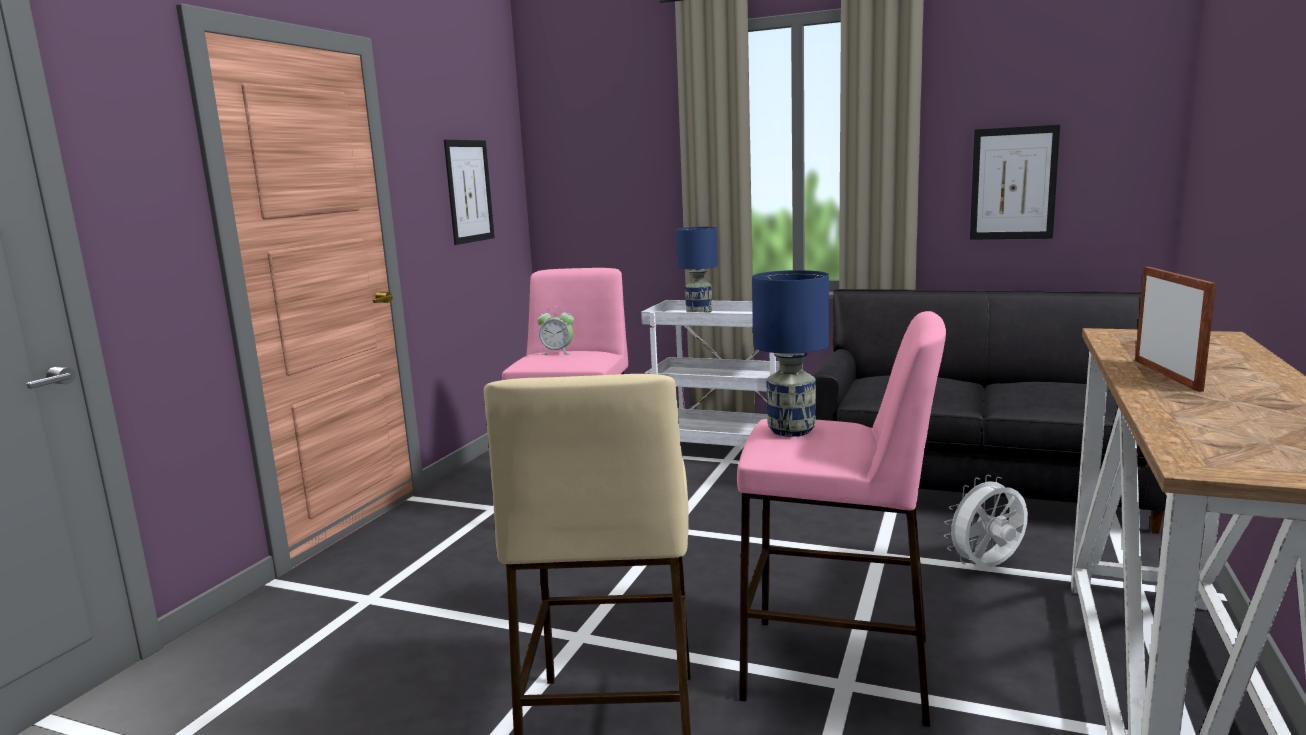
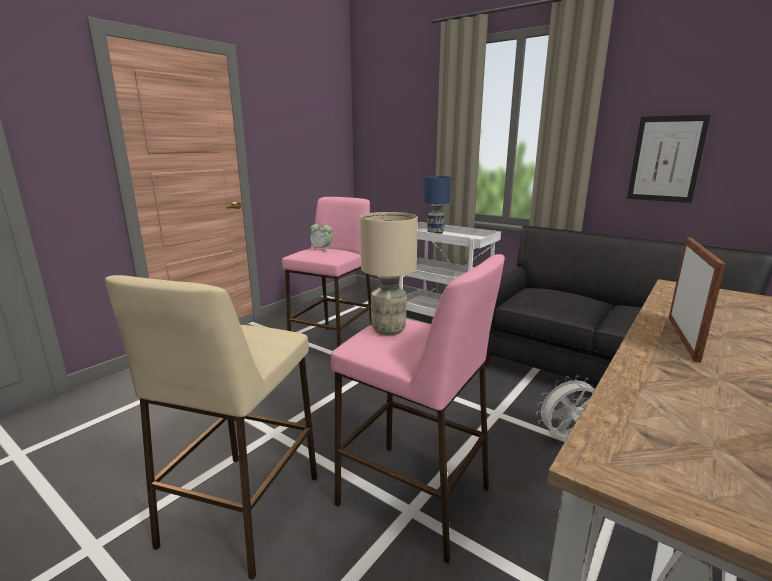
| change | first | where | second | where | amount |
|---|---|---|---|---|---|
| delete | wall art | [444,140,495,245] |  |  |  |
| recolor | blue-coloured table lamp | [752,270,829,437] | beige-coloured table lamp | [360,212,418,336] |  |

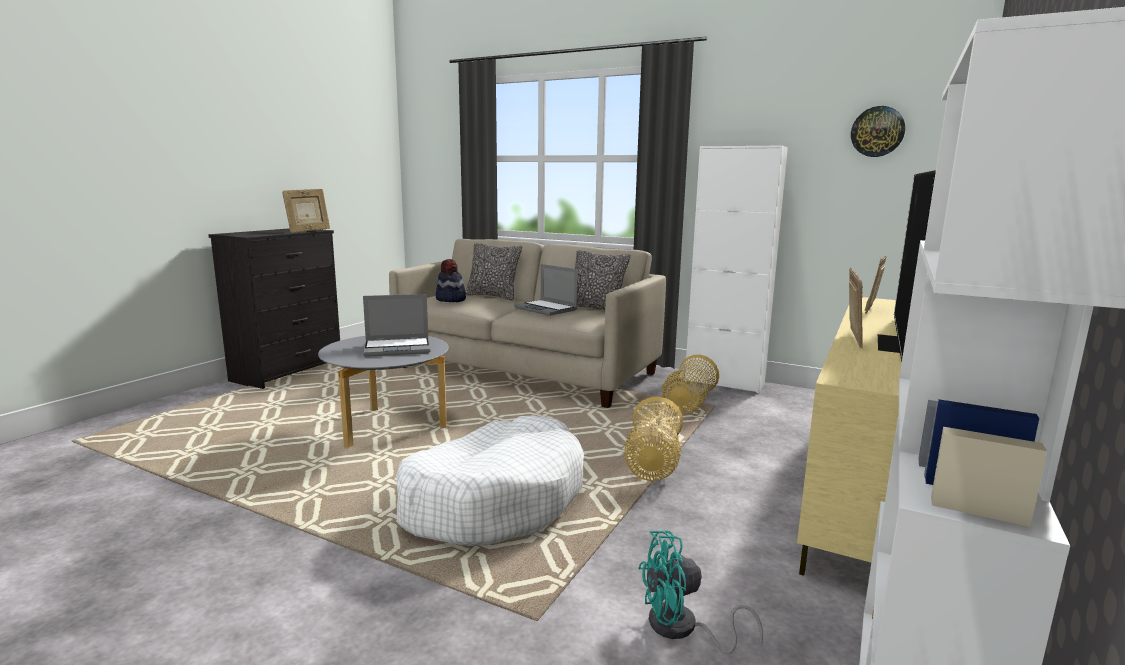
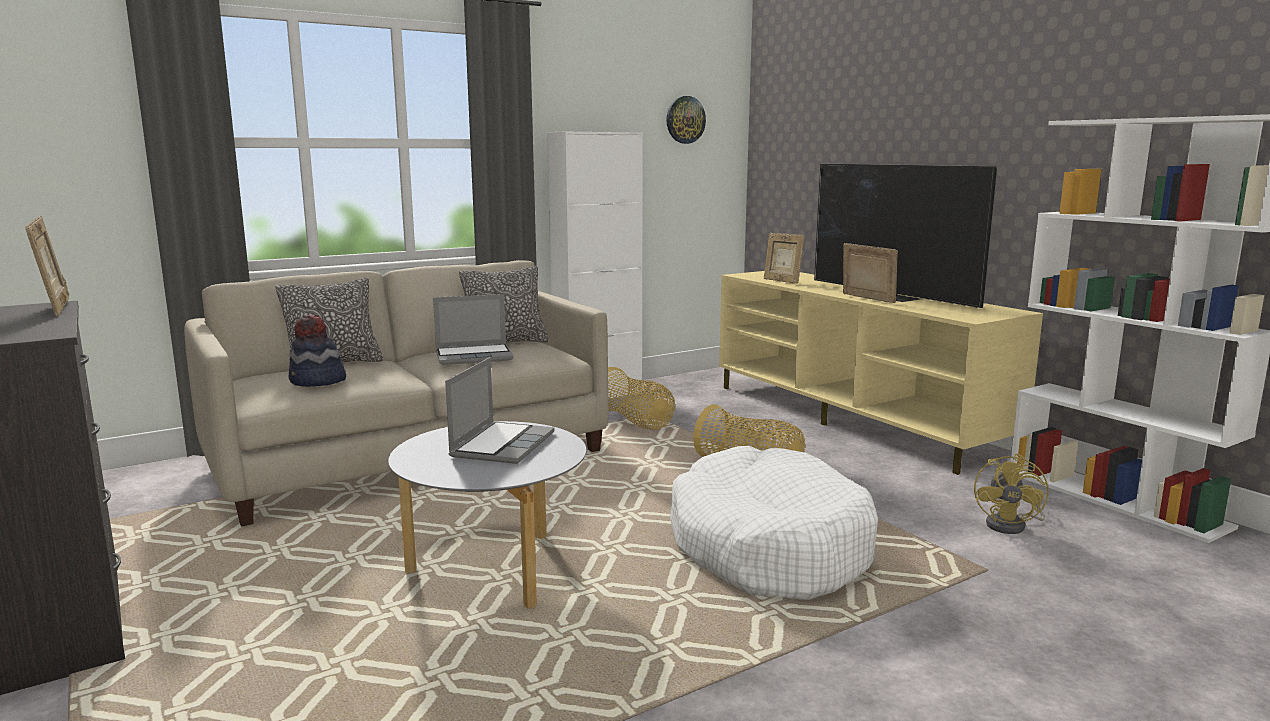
| change | first | where | second | where | amount |
|---|---|---|---|---|---|
| recolor | blue-green electric fan | [638,531,763,654] | yellow-coloured electric fan | [974,454,1049,534] |  |

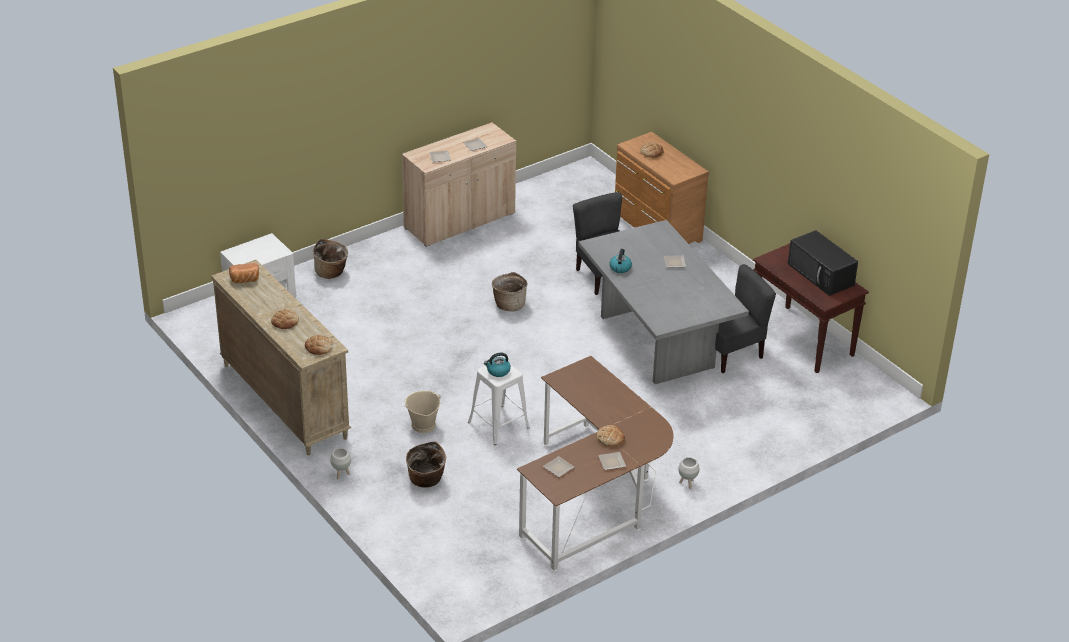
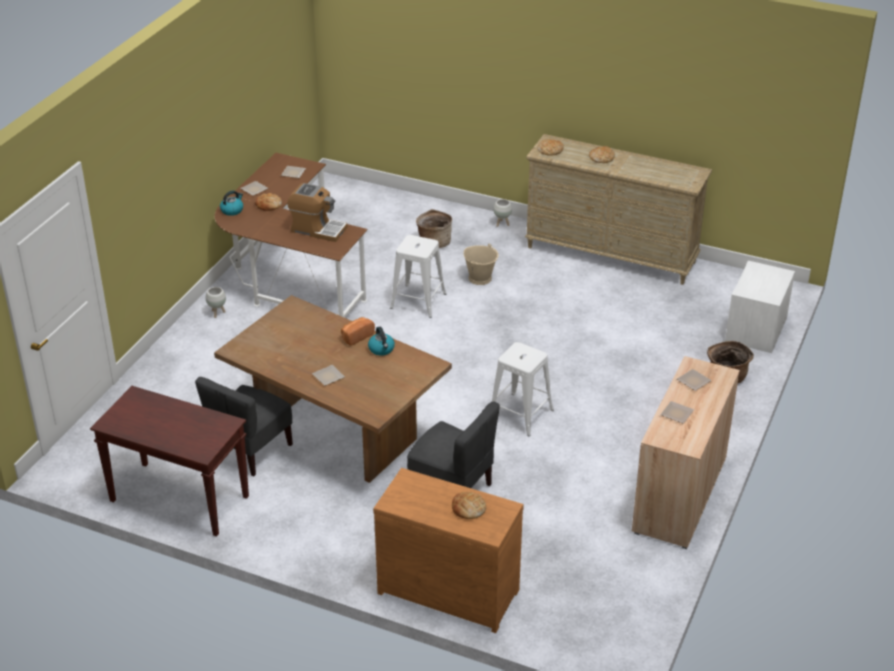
| change | first | where | second | where | amount |
|---|---|---|---|---|---|
| move | baked bread | [229,263,259,283] |  | [341,317,375,346] |  |
| move | water kettle | [484,353,511,377] |  | [220,190,243,216] |  |
| replace | basket | [492,272,528,311] | whitish sitting stool | [492,342,554,436] |  |
| recolor | gray dinner table | [578,220,749,384] | brownish dinner table | [214,295,452,483] |  |
| delete | blackish kitchen microwave | [788,230,858,296] |  |  |  |
| insert |  |  | coffee brewer | [287,183,347,242] |  |

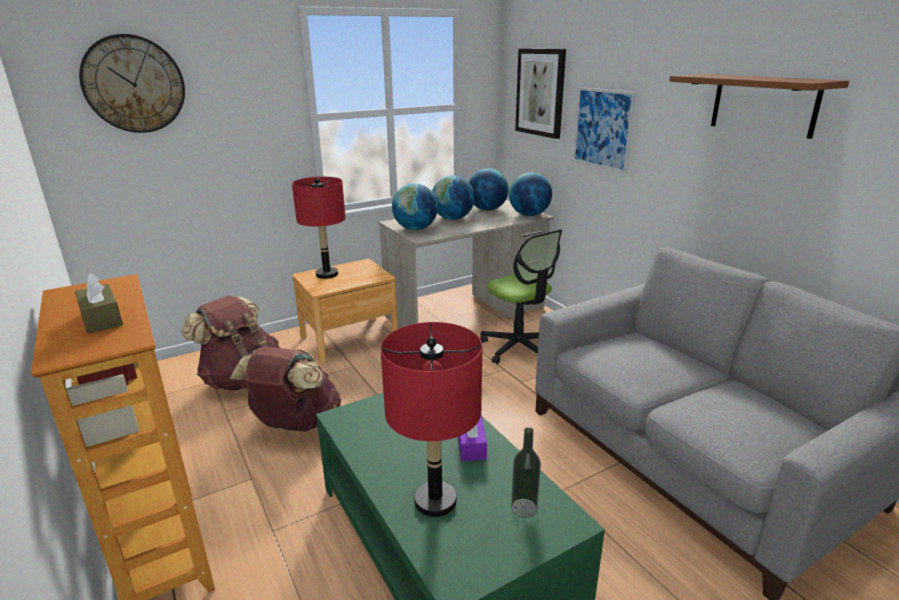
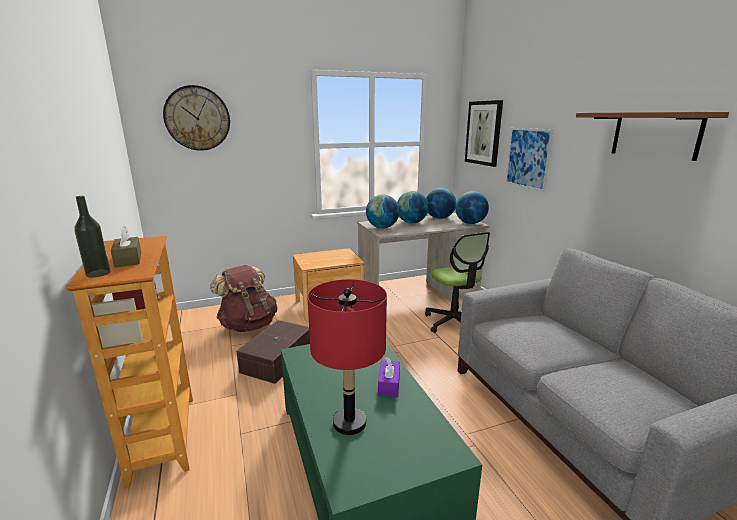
| change | first | where | second | where | amount |
|---|---|---|---|---|---|
| replace | brownish rucksack | [230,347,341,432] | brownish storage container | [236,320,310,384] |  |
| delete | red table lamp | [292,177,346,279] |  |  |  |
| move | beverage bottle | [511,427,541,518] |  | [74,196,111,277] |  |

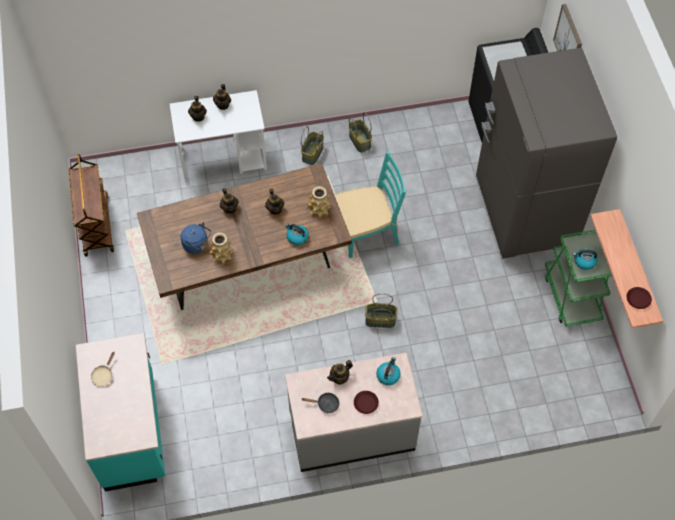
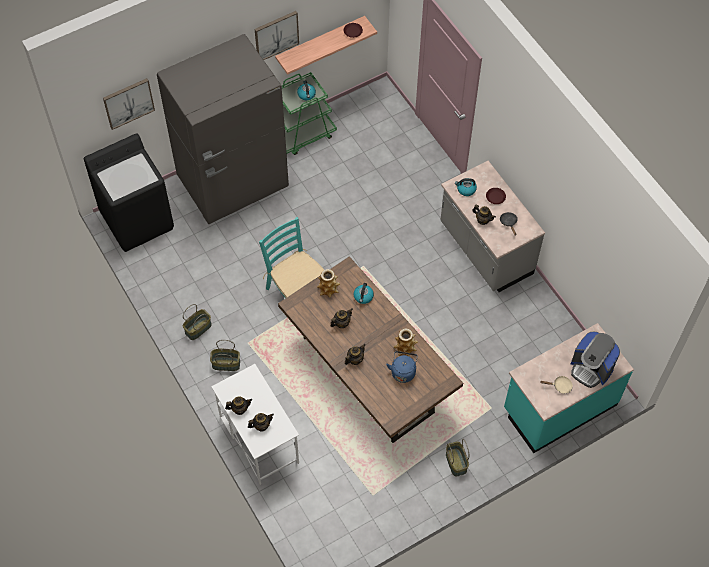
| change | first | where | second | where | amount |
|---|---|---|---|---|---|
| delete | brownish wheeled cart | [68,154,114,257] |  |  |  |
| move | basket | [365,293,397,328] |  | [446,439,469,477] |  |
| insert |  |  | wall art | [255,11,299,60] |  |
| insert |  |  | coffee brewer | [571,332,620,388] |  |

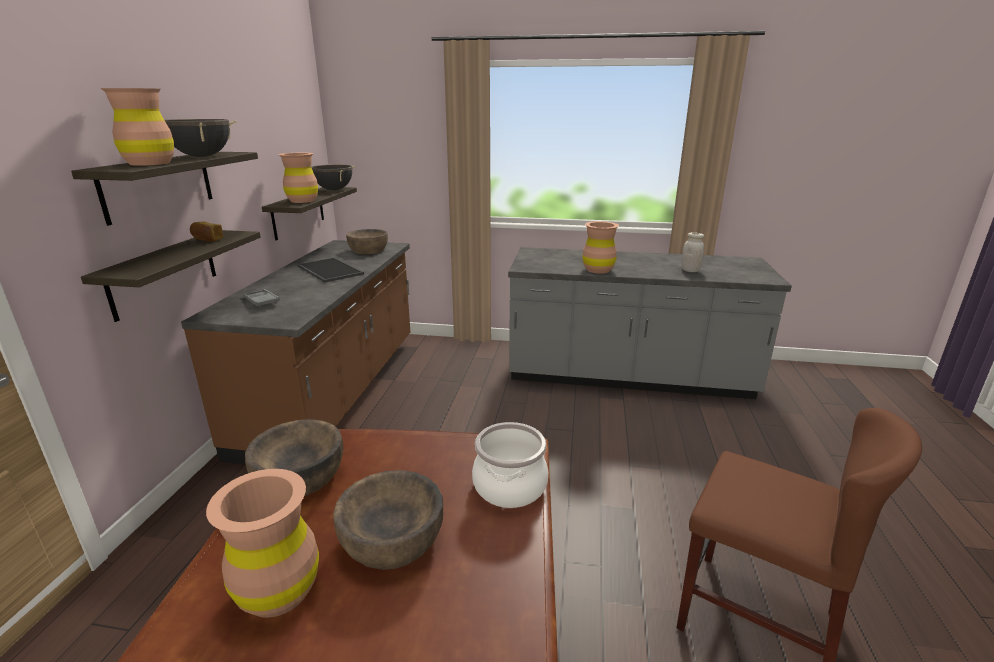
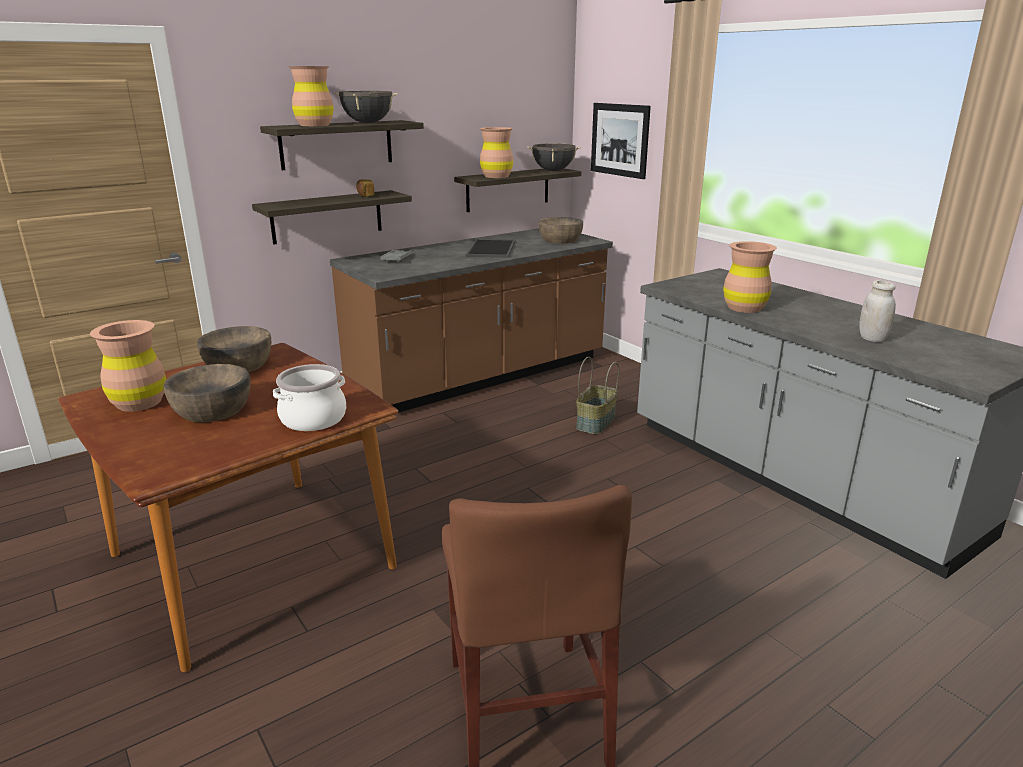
| change | first | where | second | where | amount |
|---|---|---|---|---|---|
| insert |  |  | basket | [576,357,619,434] |  |
| insert |  |  | wall art | [591,103,651,179] |  |

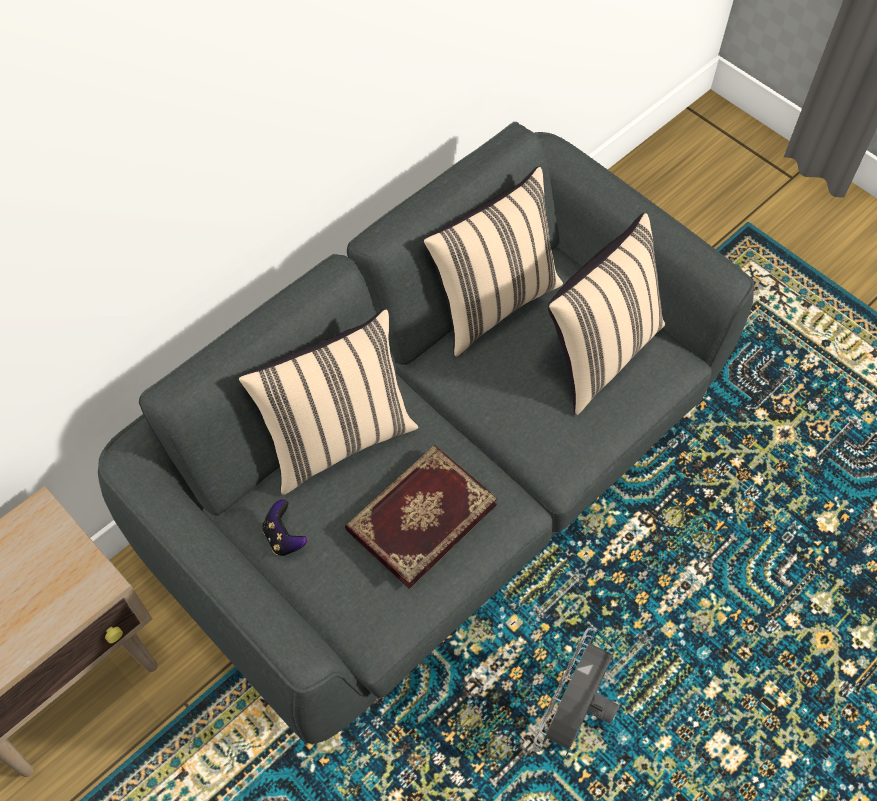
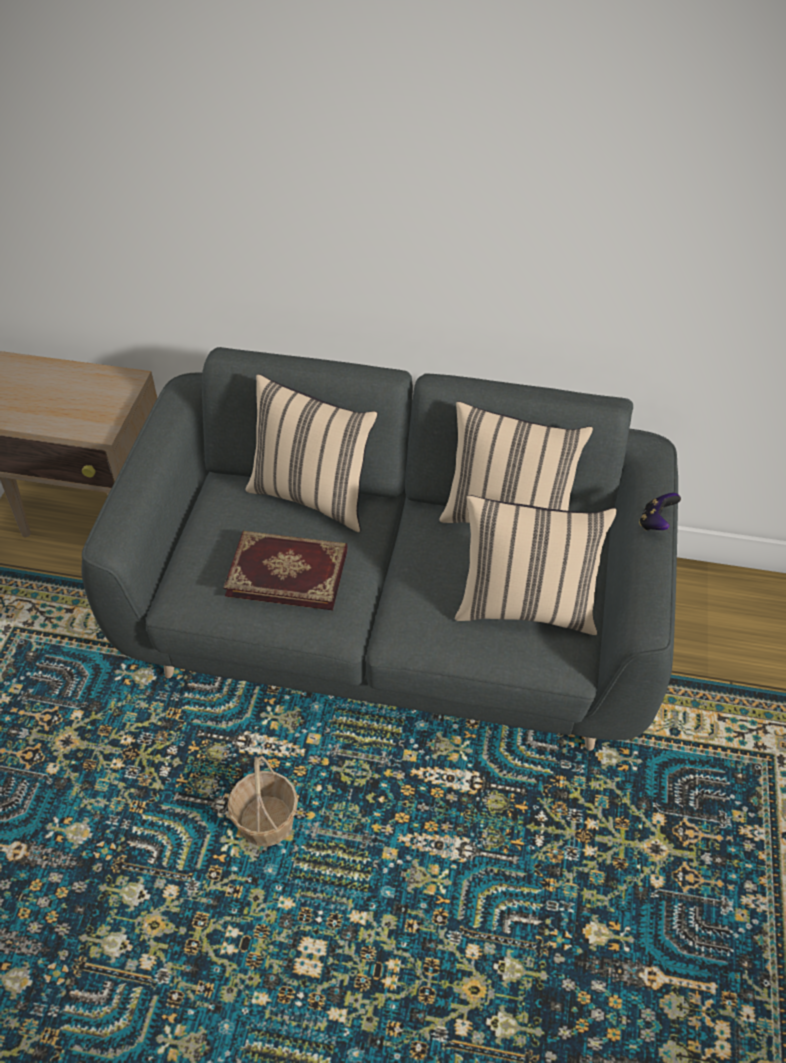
| change | first | where | second | where | amount |
|---|---|---|---|---|---|
| move | game controller | [262,500,307,556] |  | [639,493,681,531] |  |
| replace | gray electric fan | [532,628,619,756] | basket | [228,756,298,847] |  |

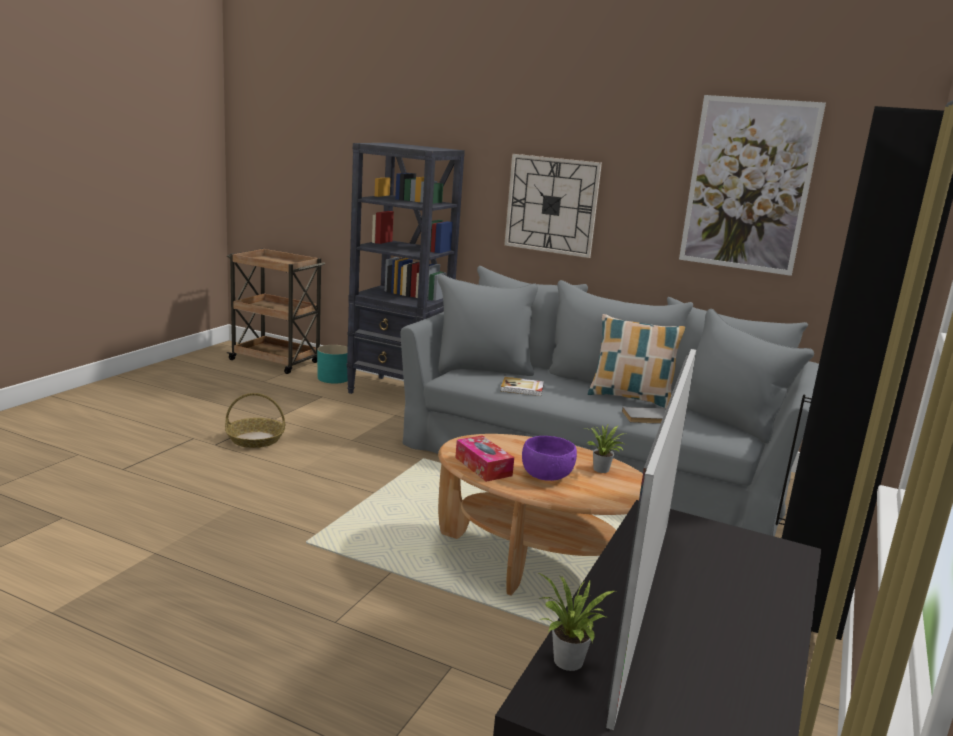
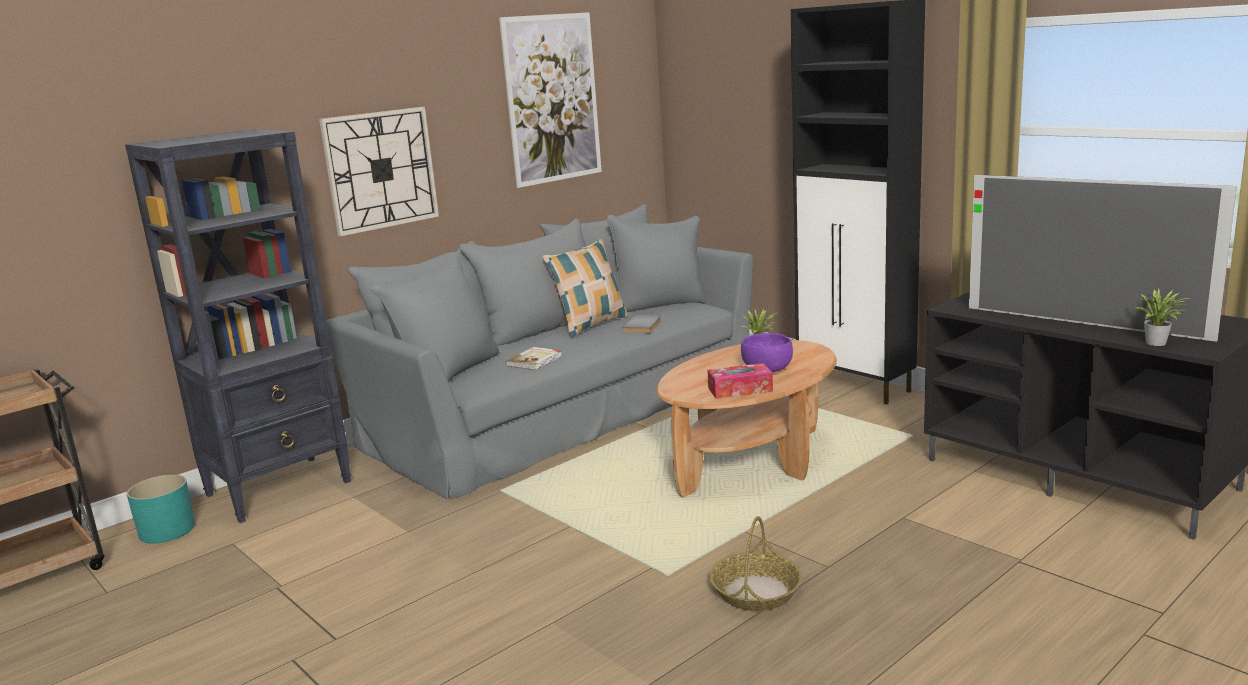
| change | first | where | second | where | amount |
|---|---|---|---|---|---|
| move | basket | [225,393,285,448] |  | [709,516,803,611] |  |

